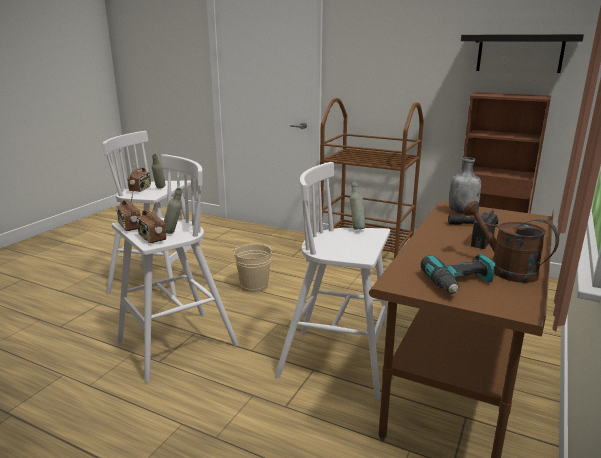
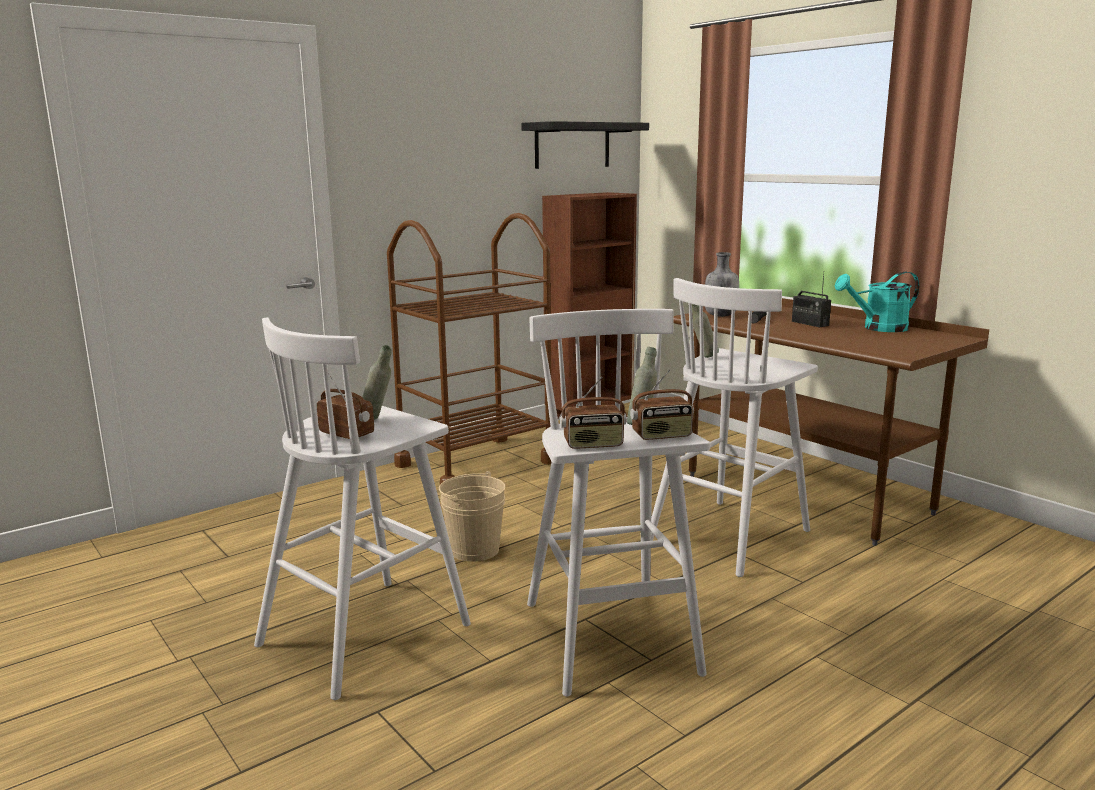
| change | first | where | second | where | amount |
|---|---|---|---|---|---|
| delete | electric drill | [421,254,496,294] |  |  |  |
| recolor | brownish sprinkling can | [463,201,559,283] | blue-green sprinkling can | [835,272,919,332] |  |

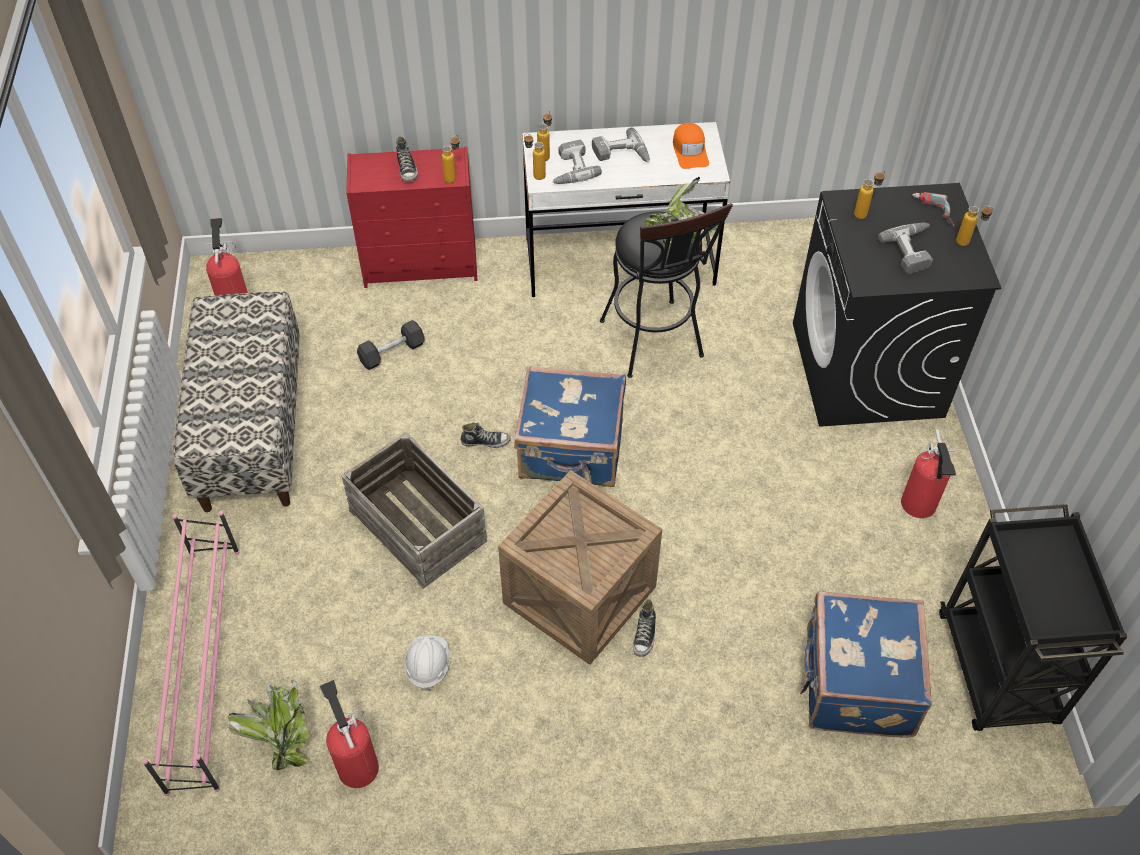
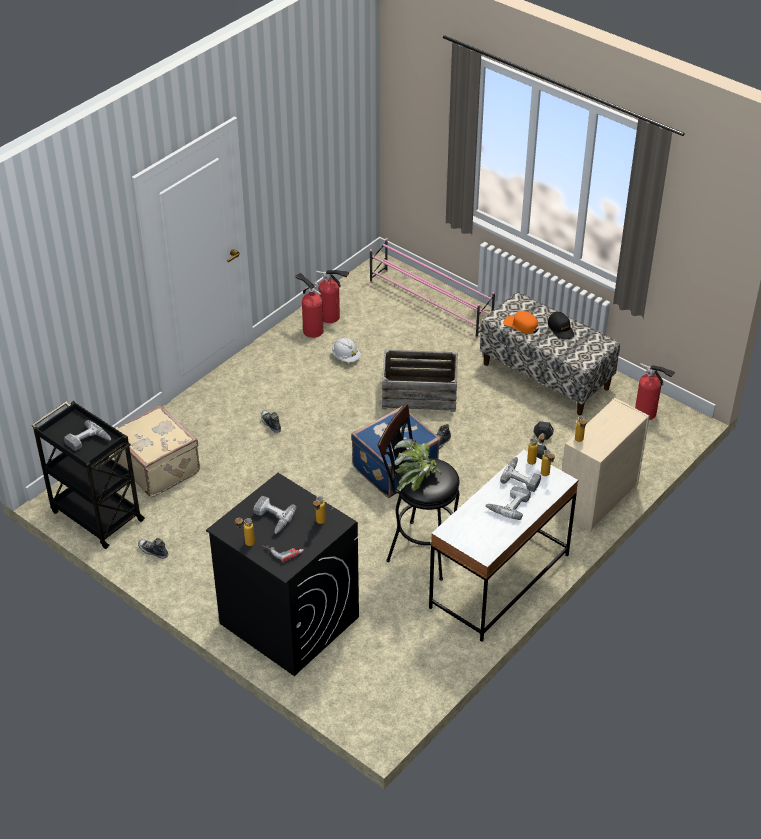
| change | first | where | second | where | amount |
|---|---|---|---|---|---|
| delete | houseplant | [227,680,310,771] |  |  |  |
| recolor | red chest of drawers | [346,147,477,288] | beige-coloured chest of drawers | [558,398,650,531] |  |
| move | item of footwear | [396,136,418,182] |  | [138,538,168,559] |  |
| delete | packing crate | [498,470,662,665] |  |  |  |
| move | orangey peaked cap | [673,123,709,169] |  | [503,311,538,334] |  |
| recolor | blue-coloured suitcase | [800,591,932,738] | beige-coloured suitcase | [114,405,200,497] |  |
| move | fire extinguisher | [901,429,956,518] |  | [295,273,324,338] |  |
| insert |  |  | electric drill | [64,420,111,451] |  |
| insert |  |  | blackish peaked cap | [548,312,574,339] |  |

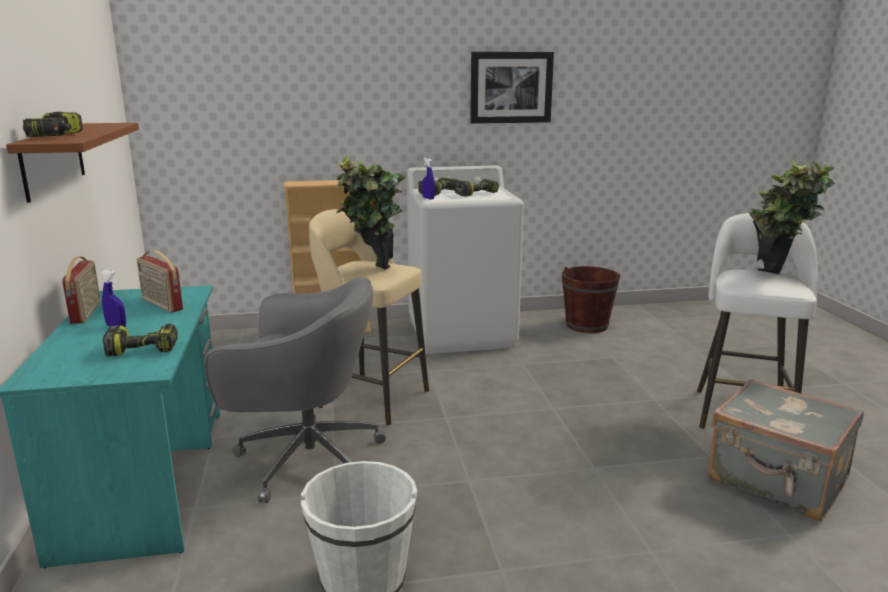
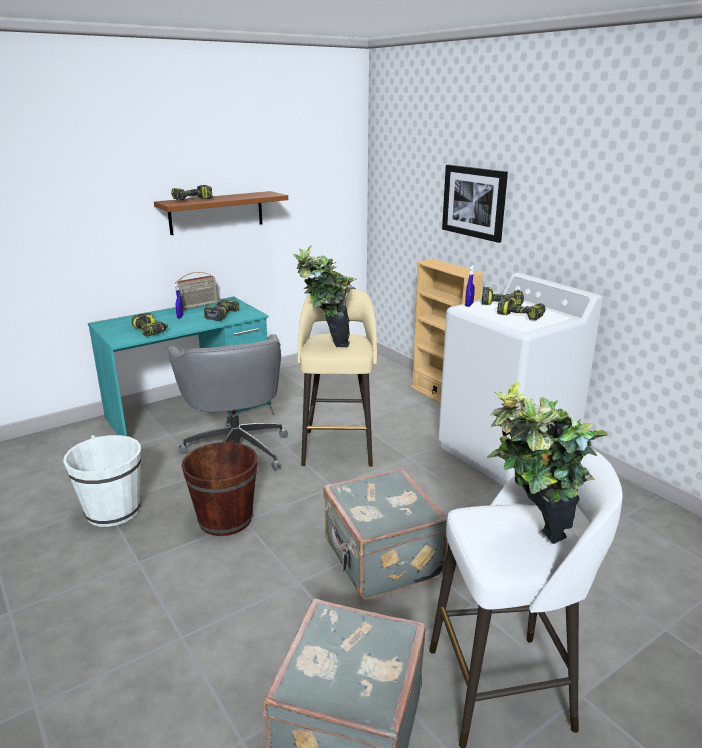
| change | first | where | second | where | amount |
|---|---|---|---|---|---|
| replace | radio receiver | [137,250,183,313] | electric drill | [204,300,239,321] |  |
| move | wall art | [470,52,554,124] |  | [442,165,508,243] |  |
| move | brownish pail | [562,266,620,333] |  | [181,439,257,536] |  |
| insert |  |  | gray suitcase | [323,468,447,600] |  |

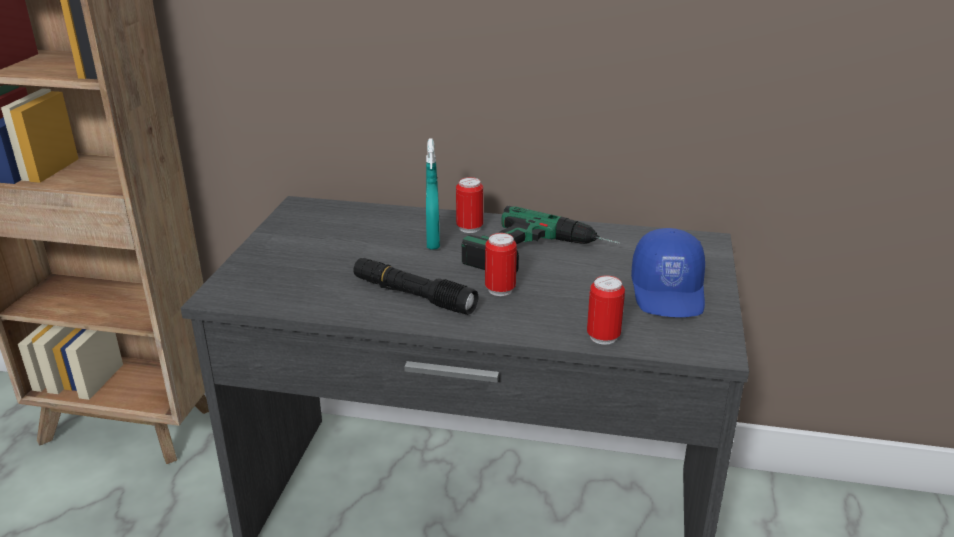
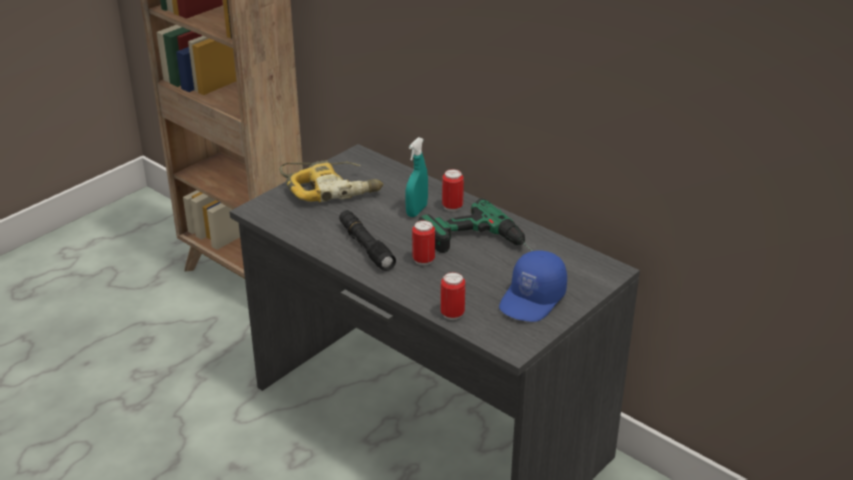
| change | first | where | second | where | amount |
|---|---|---|---|---|---|
| insert |  |  | electric drill | [279,160,383,202] |  |

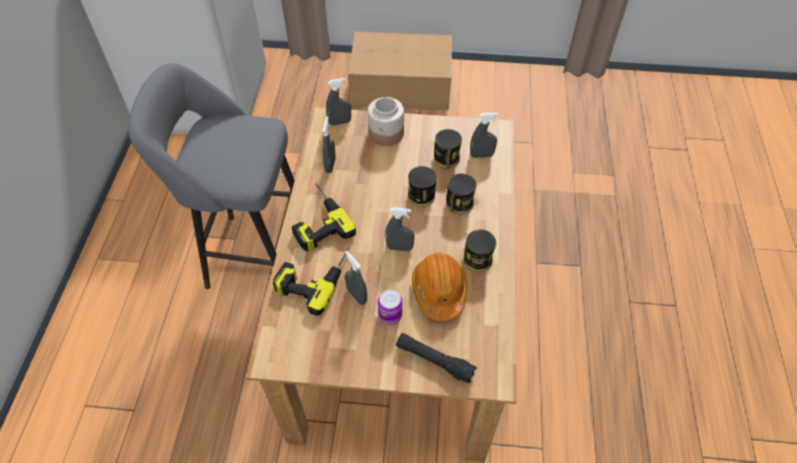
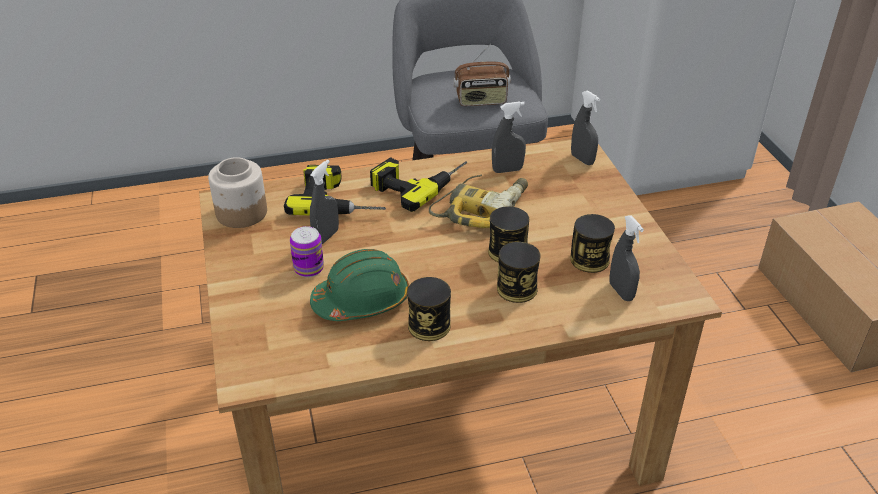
| change | first | where | second | where | amount |
|---|---|---|---|---|---|
| move | storage jar | [368,97,404,146] |  | [208,157,267,228] |  |
| delete | gray hand sprayer | [385,207,414,251] |  |  |  |
| delete | blackish hand torch | [396,333,477,383] |  |  |  |
| recolor | orangey hard hat | [412,253,467,321] | green hard hat | [310,249,409,321] |  |
| insert |  |  | electric drill | [429,175,528,228] |  |
| insert |  |  | radio receiver | [453,43,511,106] |  |

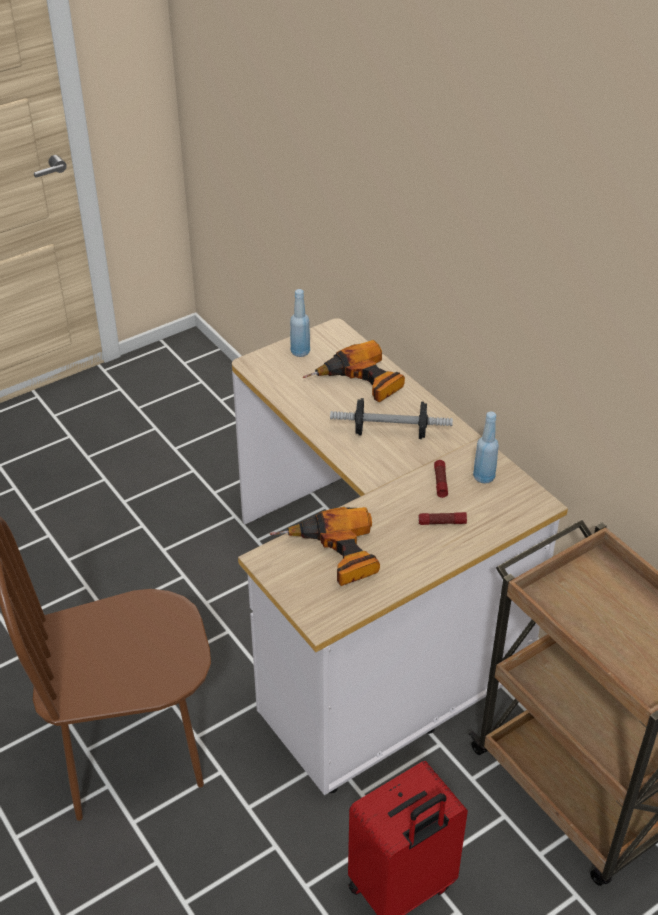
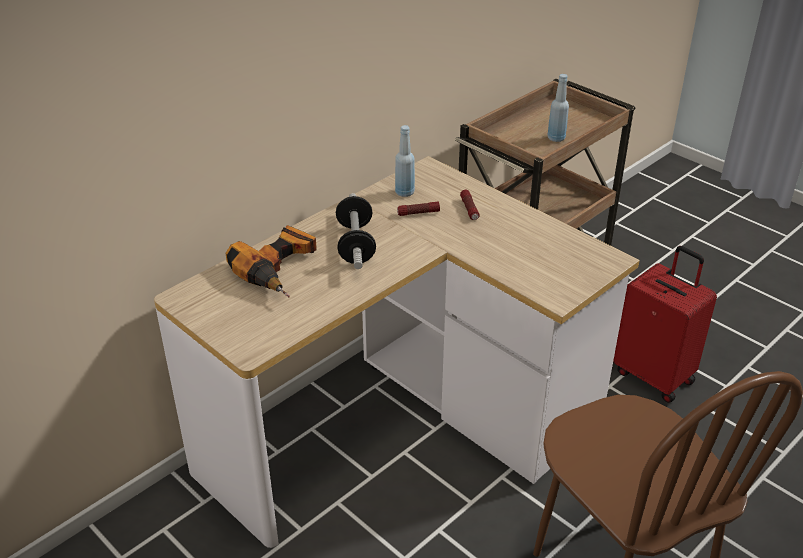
| change | first | where | second | where | amount |
|---|---|---|---|---|---|
| delete | electric drill | [270,507,380,586] |  |  |  |
| move | blue-coloured beverage bottle | [290,289,310,357] |  | [547,74,569,142] |  |

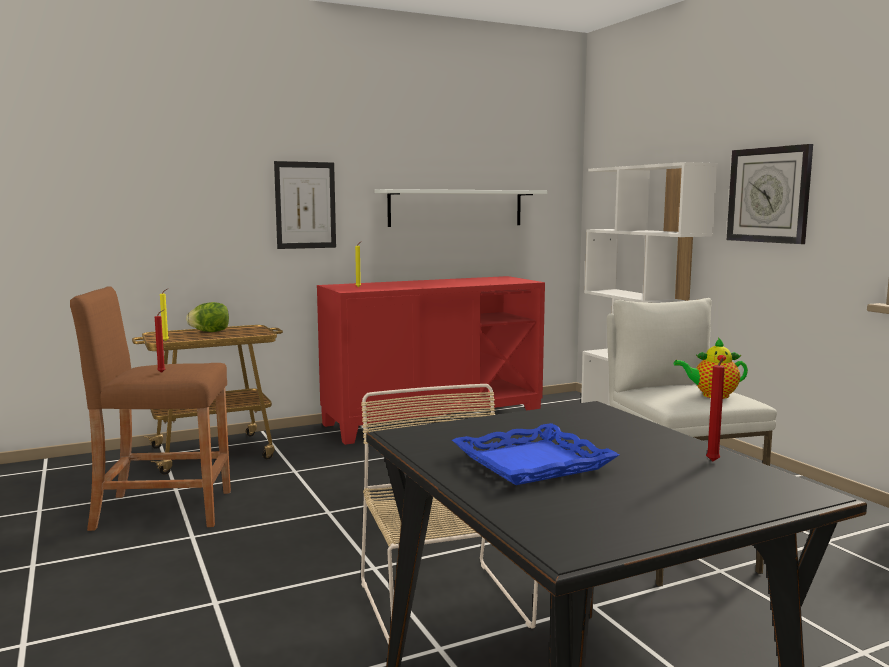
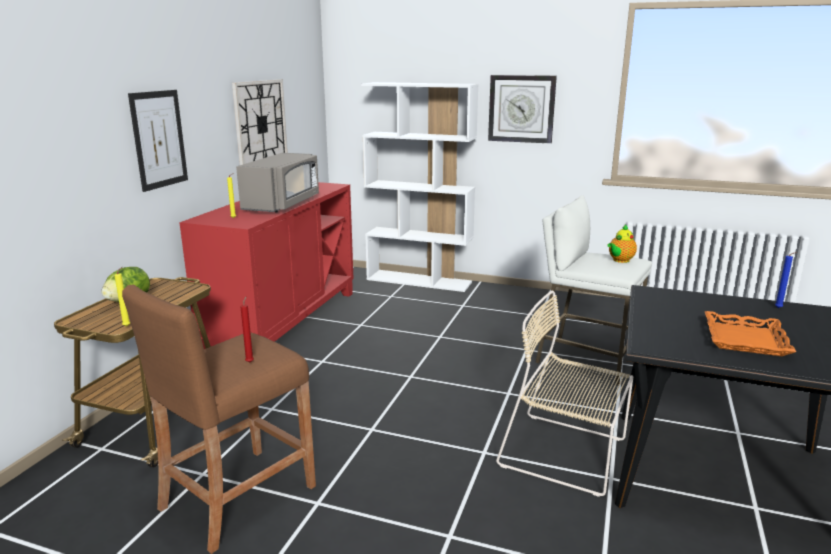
| change | first | where | second | where | amount |
|---|---|---|---|---|---|
| replace | whitish wall shelf | [374,189,547,227] | clock on the wall | [232,79,288,165] |  |
| recolor | blue-coloured carrying tray | [452,423,619,485] | orangey carrying tray | [705,311,796,356] |  |
| recolor | red wax candle | [706,358,725,462] | blue-coloured wax candle | [775,252,798,308] |  |
| insert |  |  | gray kitchen microwave | [236,153,319,213] |  |

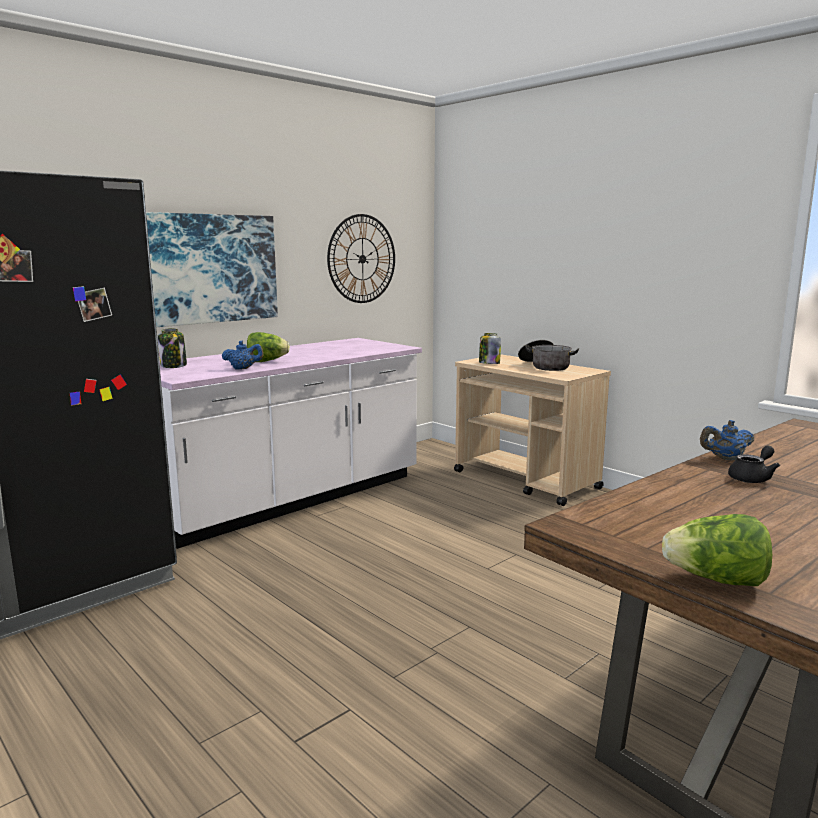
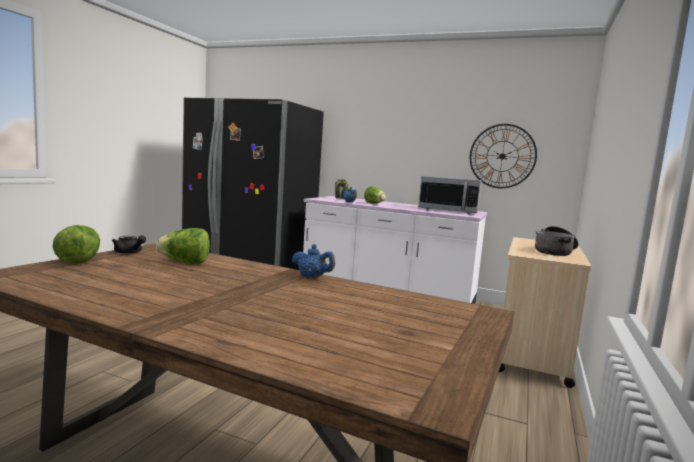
| change | first | where | second | where | amount |
|---|---|---|---|---|---|
| delete | wall art | [146,212,278,327] |  |  |  |
| delete | storage jar | [479,333,501,364] |  |  |  |
| rotate | blue-coloured pot for tea | [700,420,754,460] |  | [292,244,335,278] | 150 degrees clockwise |
| move | blackish pot for tea | [728,446,780,483] |  | [112,235,146,254] |  |
| insert |  |  | head of lettuce | [156,228,210,264] |  |
| insert |  |  | kitchen microwave | [418,176,482,214] |  |

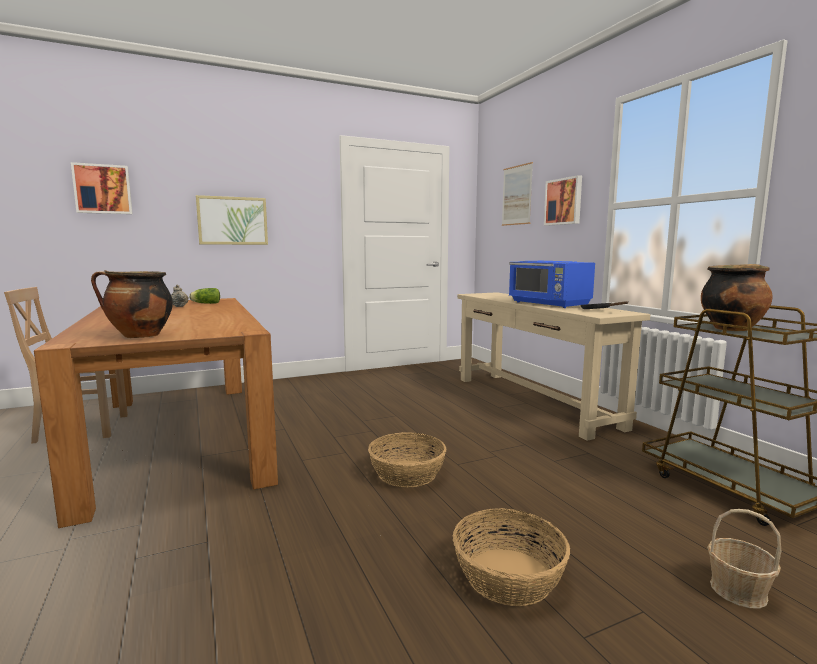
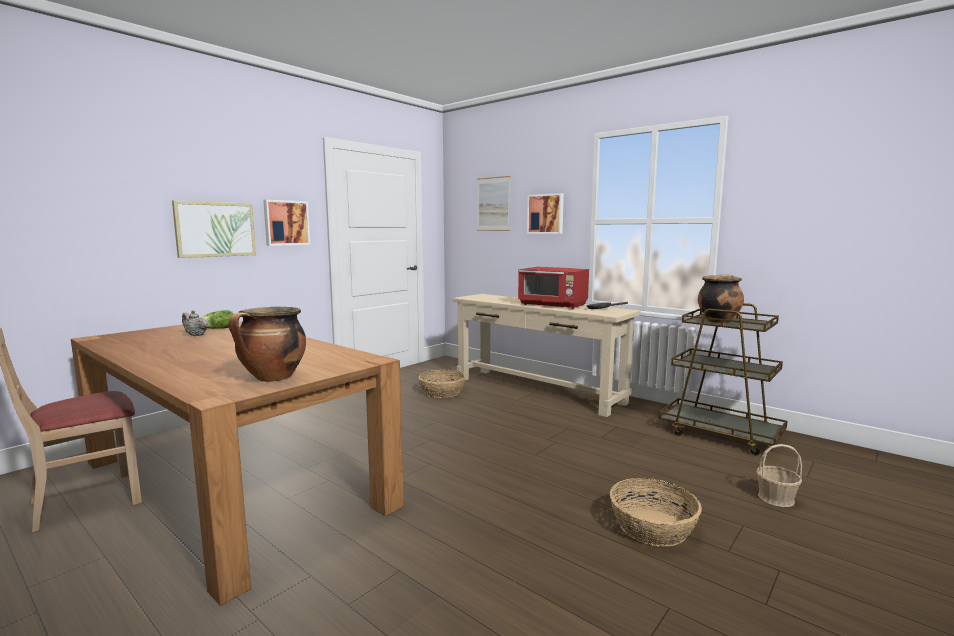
| change | first | where | second | where | amount |
|---|---|---|---|---|---|
| move | wall art | [71,162,133,214] |  | [263,200,310,246] |  |
| move | basket | [368,432,446,488] |  | [419,369,466,398] |  |
| recolor | blue-coloured kitchen microwave | [509,261,595,308] | red kitchen microwave | [518,267,589,309] |  |

